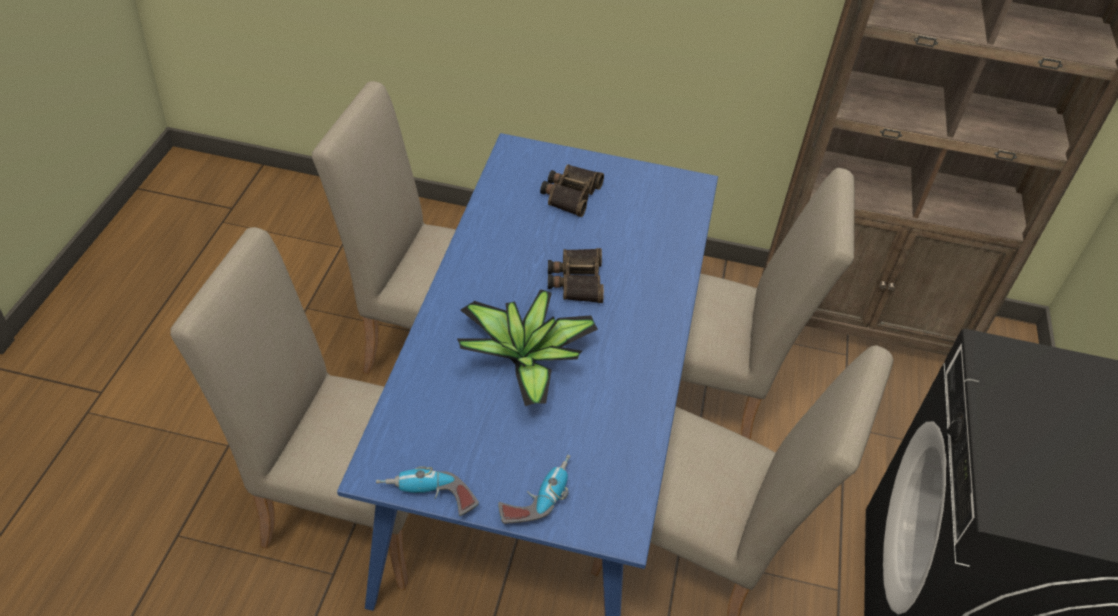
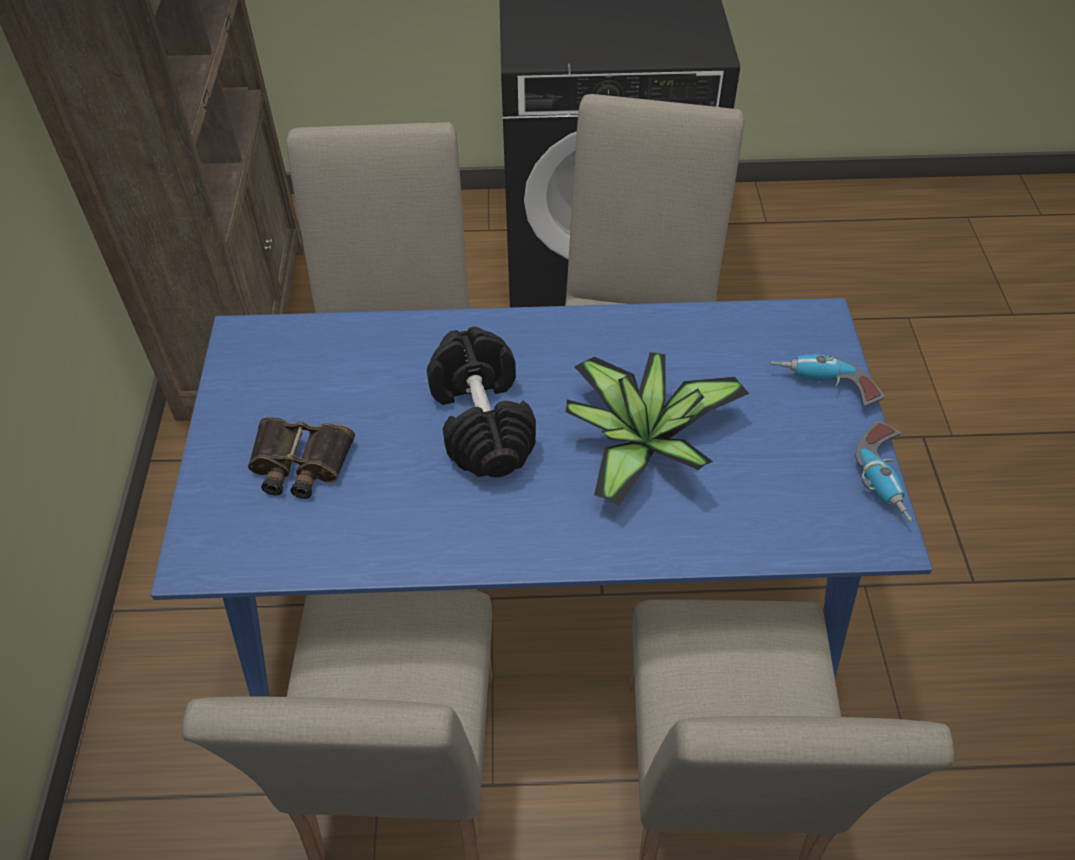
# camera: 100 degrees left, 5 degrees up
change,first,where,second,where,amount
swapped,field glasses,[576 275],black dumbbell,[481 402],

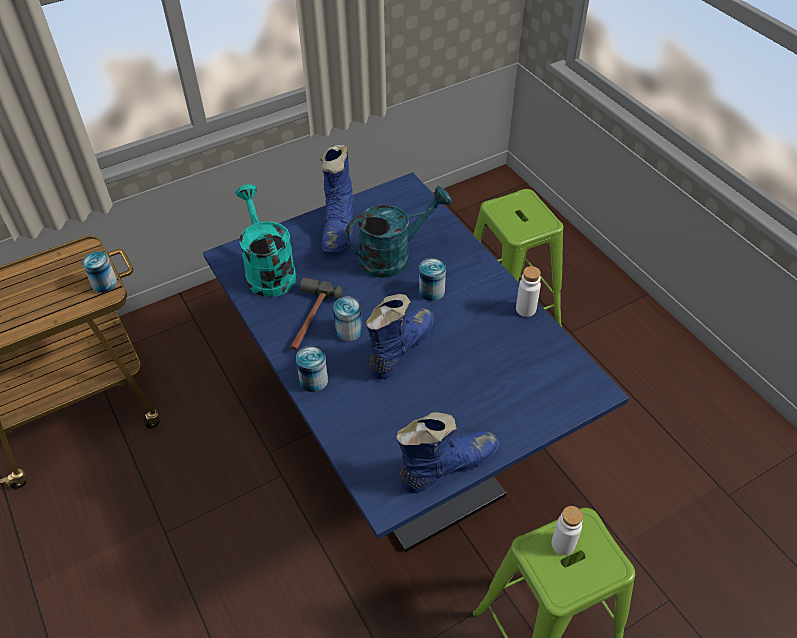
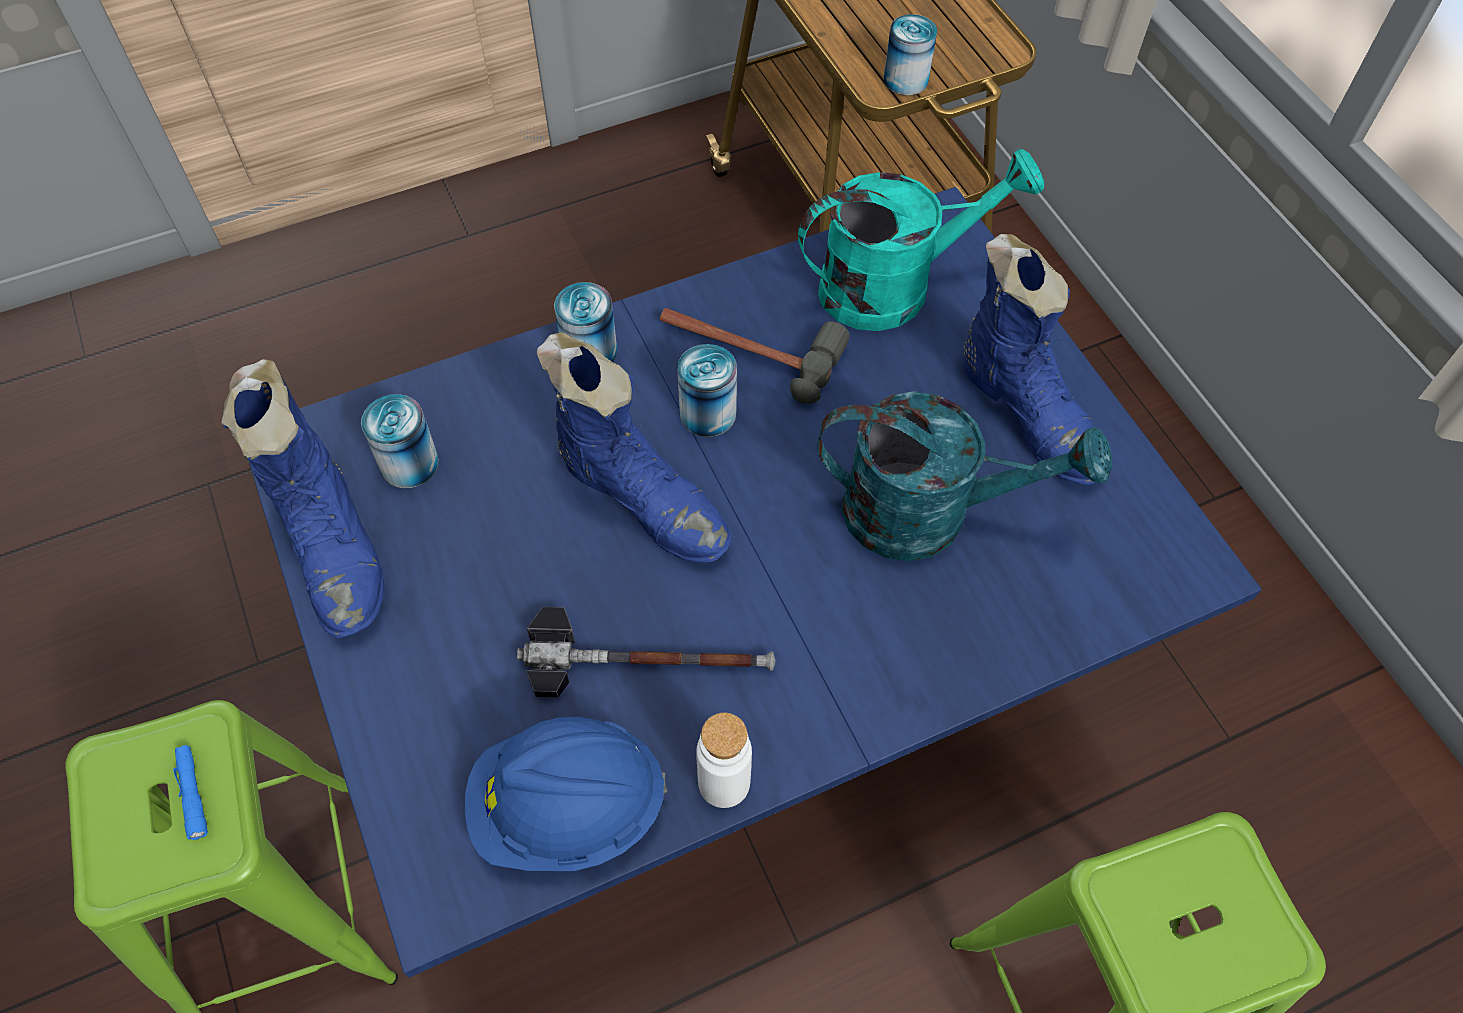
# camera: 95 degrees right, 10 degrees up
change,first,where,second,where,amount
rotated,blue-coloured boot,[338 198],,[1029 359],135 degrees counterclockwise
rotated,turquoise sprinkling can,[398 232],,[964 476],60 degrees counterclockwise
shifted,metal can,[432 279],,[400 441],
swapped,white-coloured beverage bottle,[567 530],blue-coloured flashlight,[190 792],
new,,,blue-coloured work helmet,[566 794],
new,,,hammer,[646 652],

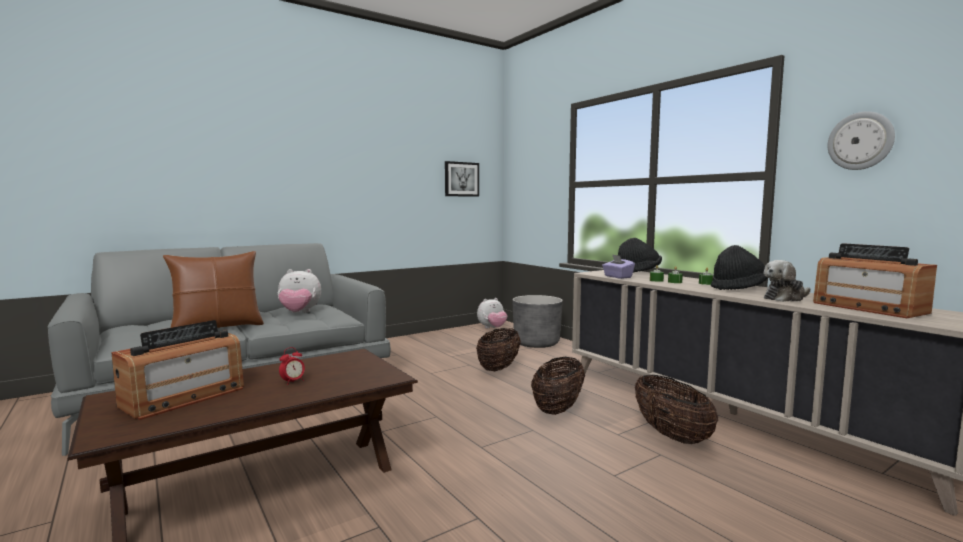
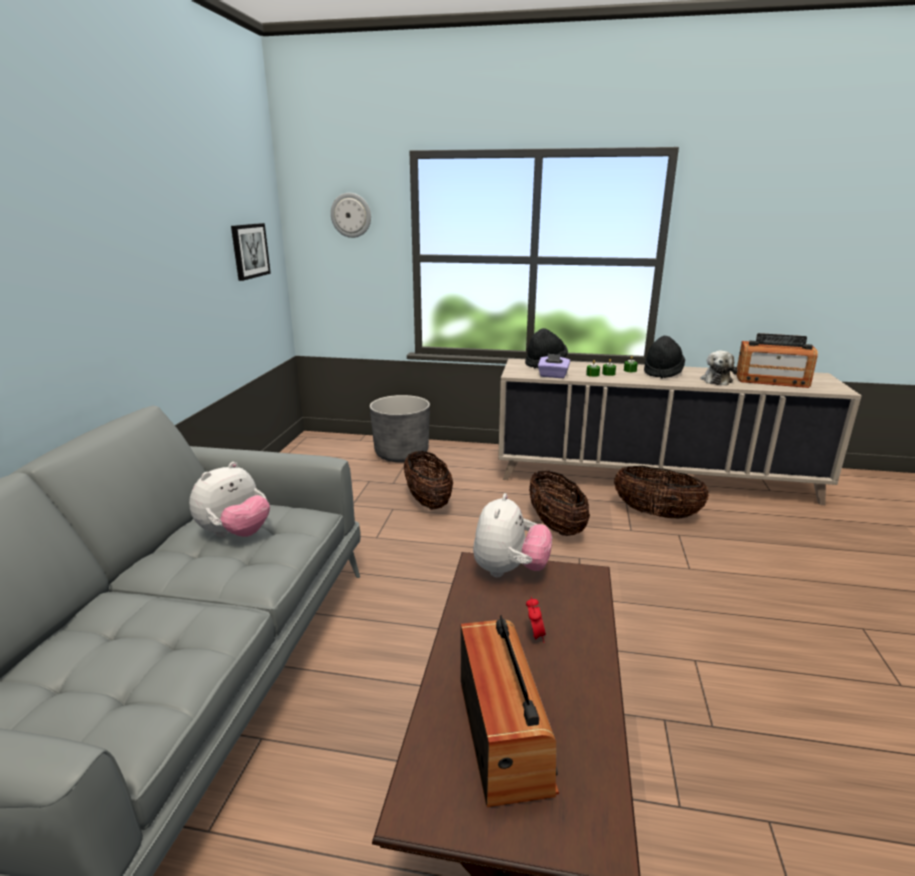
# camera: 45 degrees left, 15 degrees up
change,first,where,second,where,amount
gone,brown cushion,[213 289],,,
shifted,cuddly toy,[492 313],,[512 535],
shifted,wall clock,[861 140],,[351 215],

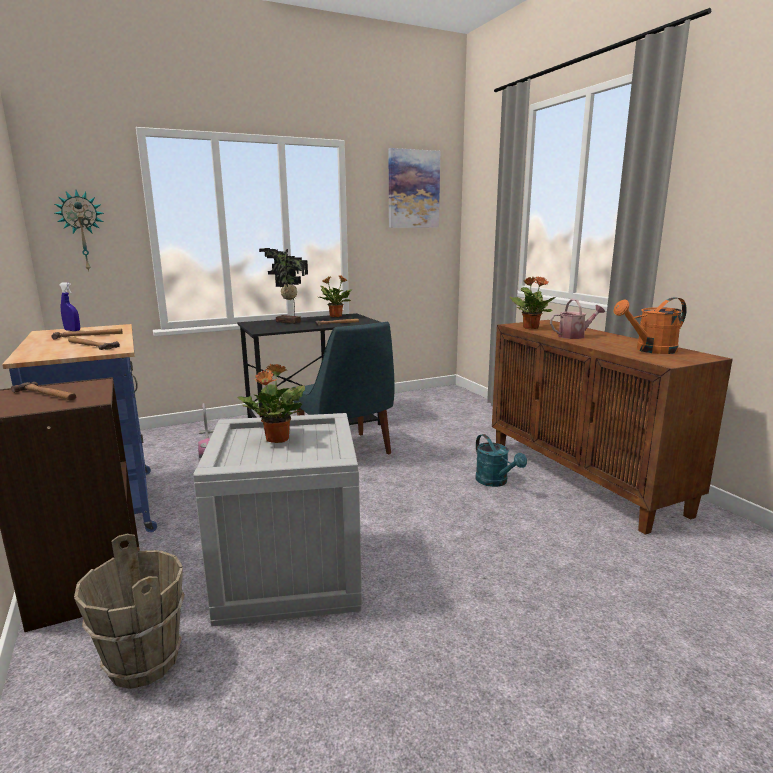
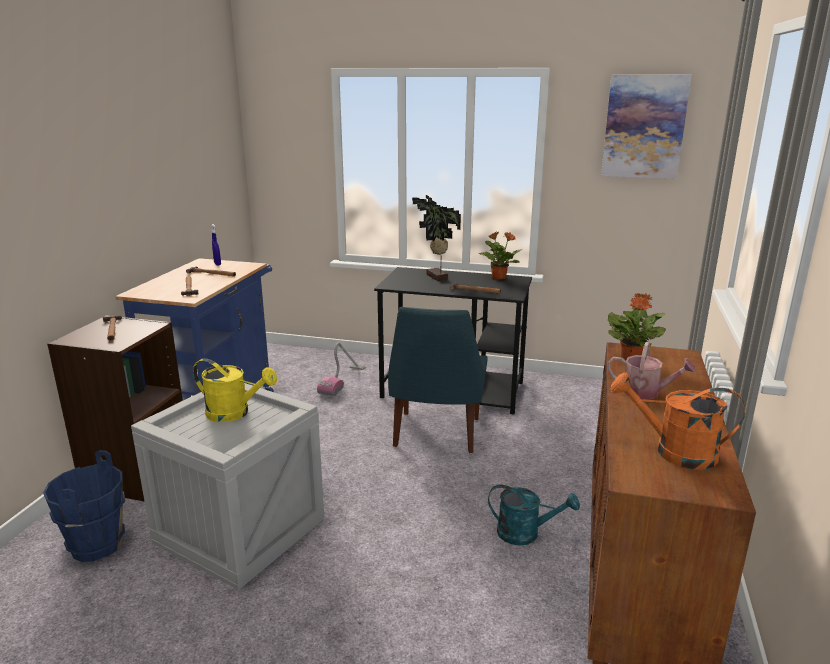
# camera: 40 degrees right, 5 degrees up
change,first,where,second,where,amount
gone,wall clock,[79 231],,,
repainted,brown bucket,[129 611],blue-coloured bucket,[84 506],
swapped,potted plant,[271 403],yellow sprinkling can,[235 390],
rotated,turquoise sprinkling can,[501 460],,[534 515],90 degrees counterclockwise

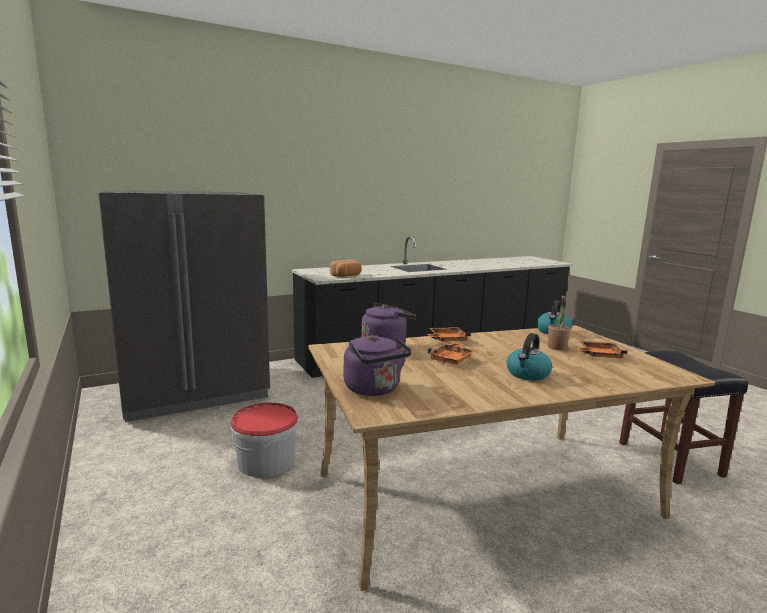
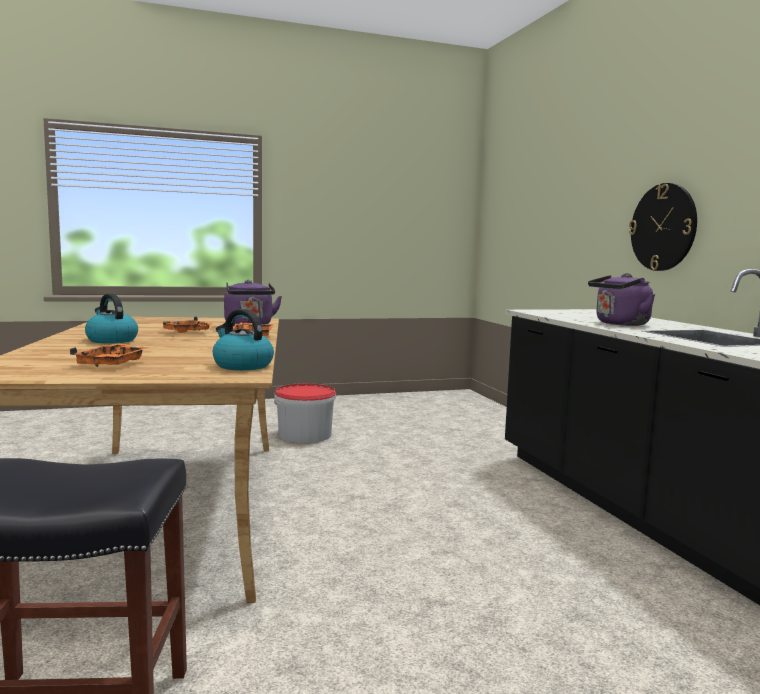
# camera: 100 degrees right, 5 degrees down
change,first,where,second,where,amount
gone,grey refrigerator,[184 306],,,
gone,bread,[346 268],,,
shifted,purple tea kettle,[378 365],,[621 299],
gone,potted plant,[559 323],,,
new,,,wall clock,[663 227],

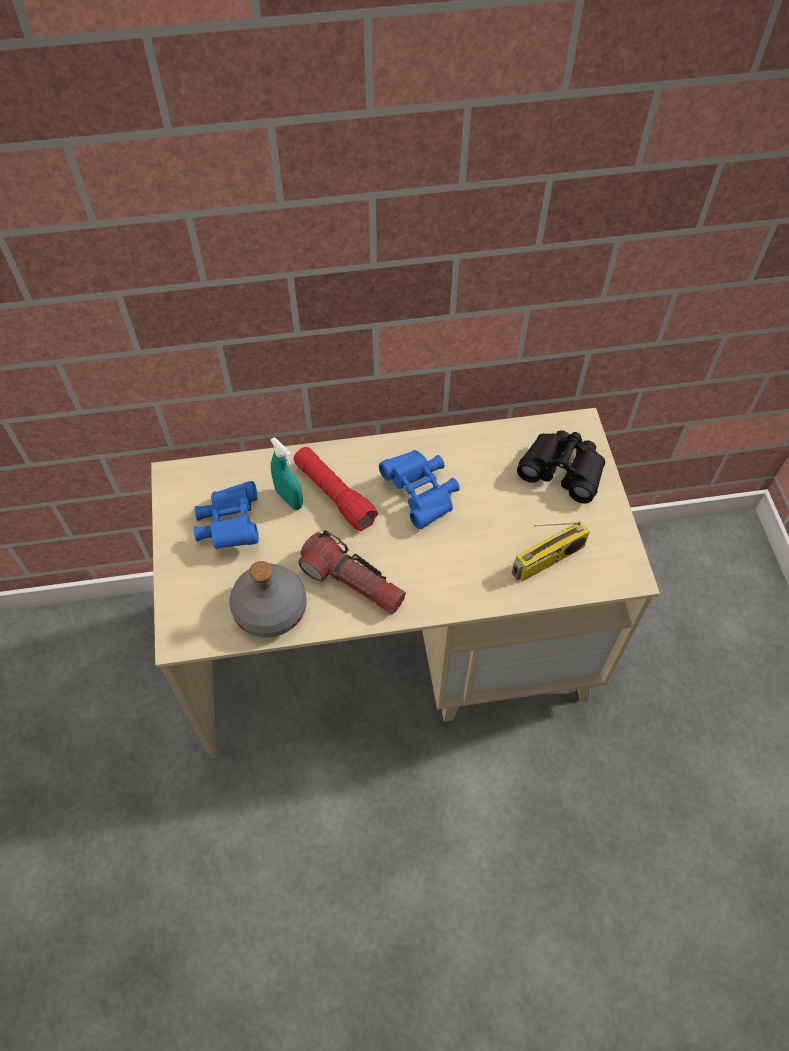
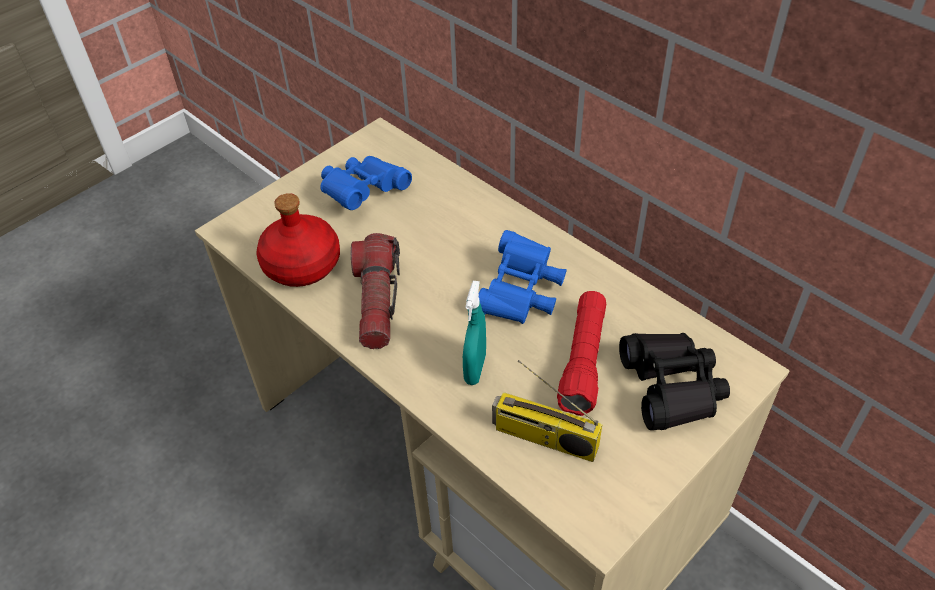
# camera: 55 degrees right, 10 degrees down
change,first,where,second,where,amount
repainted,grey beverage bottle,[267 599],red-coloured beverage bottle,[298 240],
shifted,turquoise hand sprayer,[286 473],,[474 333],
shifted,red-coloured flashlight,[336 489],,[581 353],

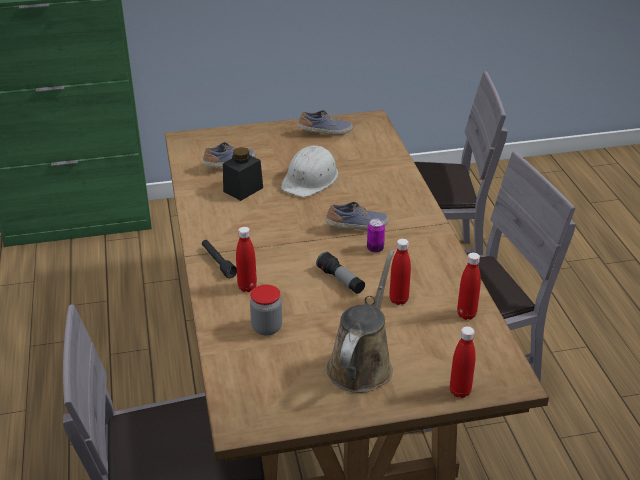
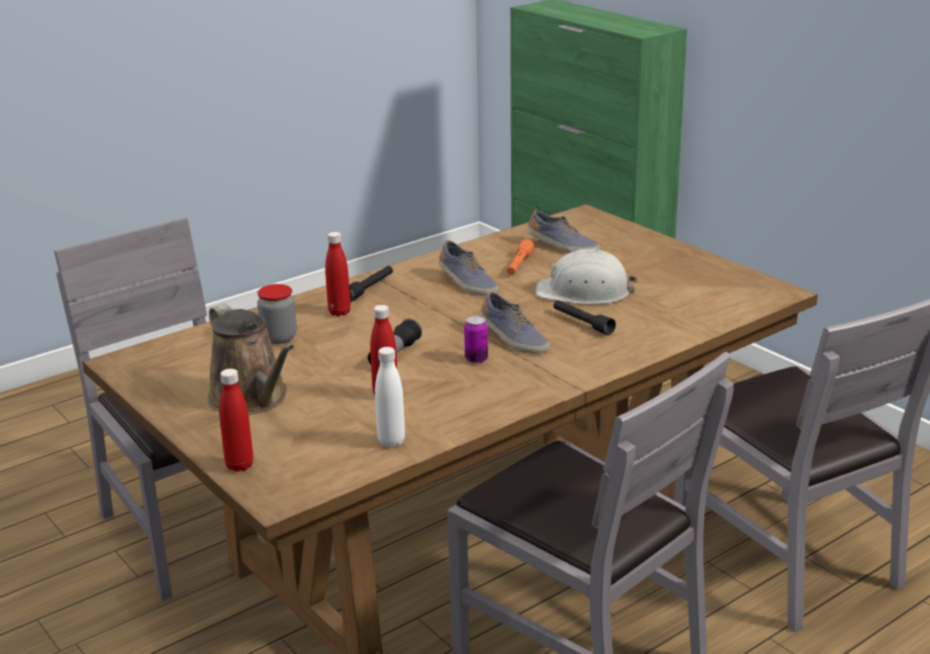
# camera: 65 degrees right, 10 degrees down
change,first,where,second,where,amount
swapped,black preserve jar,[243 174],orangey flashlight,[520 257],
shifted,item of footwear,[325 122],,[468 268],
rotated,brown sprinkling can,[360 321],,[251 359],60 degrees clockwise
repainted,red-coloured beverage bottle,[469 286],white-coloured beverage bottle,[390 397],
new,,,black flashlight,[585 317],

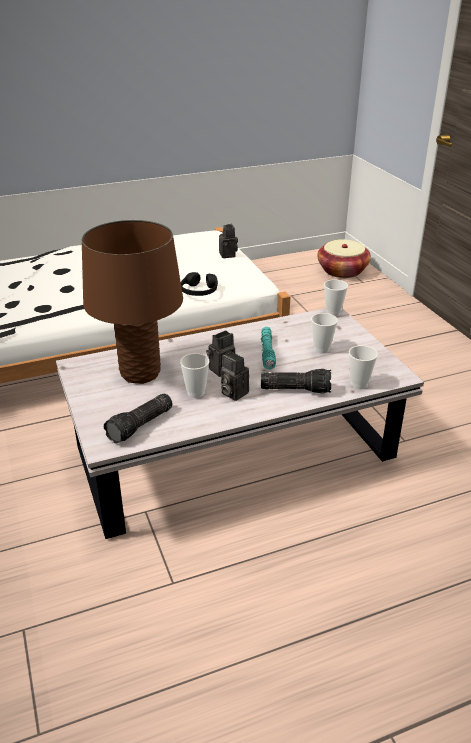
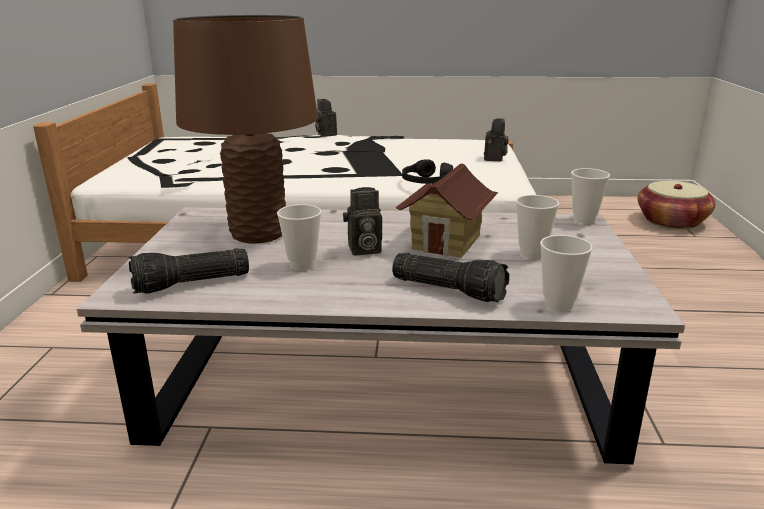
# camera: 25 degrees right, 10 degrees down
change,first,where,second,where,amount
shifted,still camera,[235 376],,[326 118],
swapped,turquoise flashlight,[268 348],model house,[446 211],

